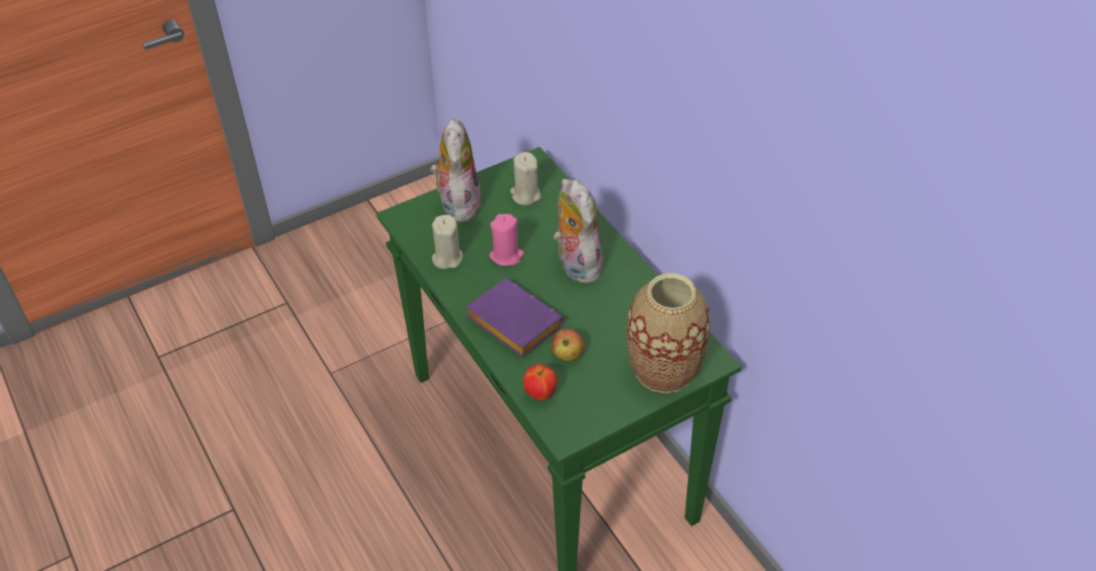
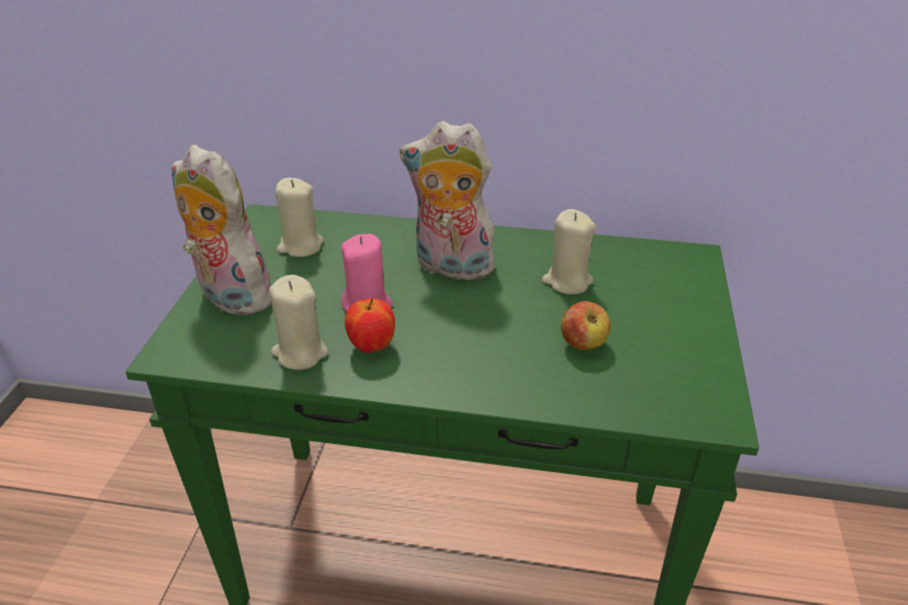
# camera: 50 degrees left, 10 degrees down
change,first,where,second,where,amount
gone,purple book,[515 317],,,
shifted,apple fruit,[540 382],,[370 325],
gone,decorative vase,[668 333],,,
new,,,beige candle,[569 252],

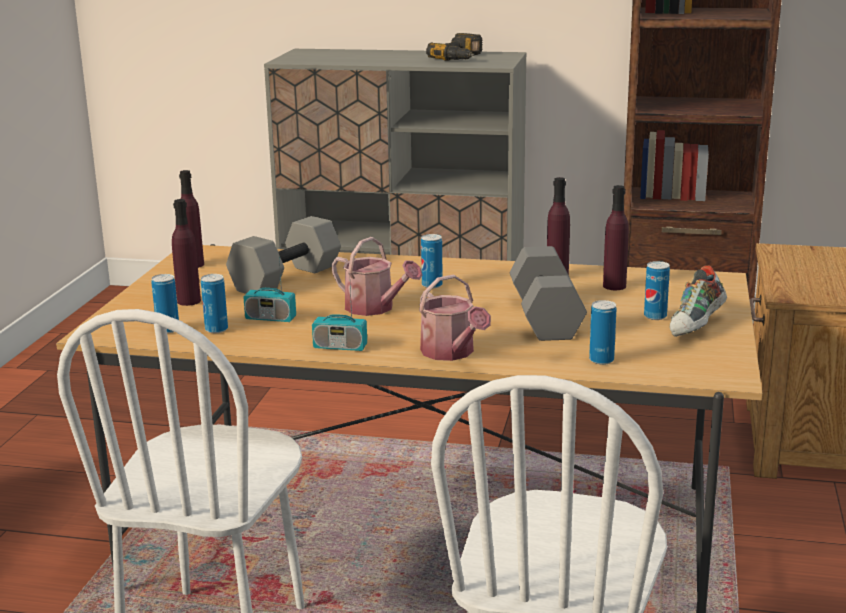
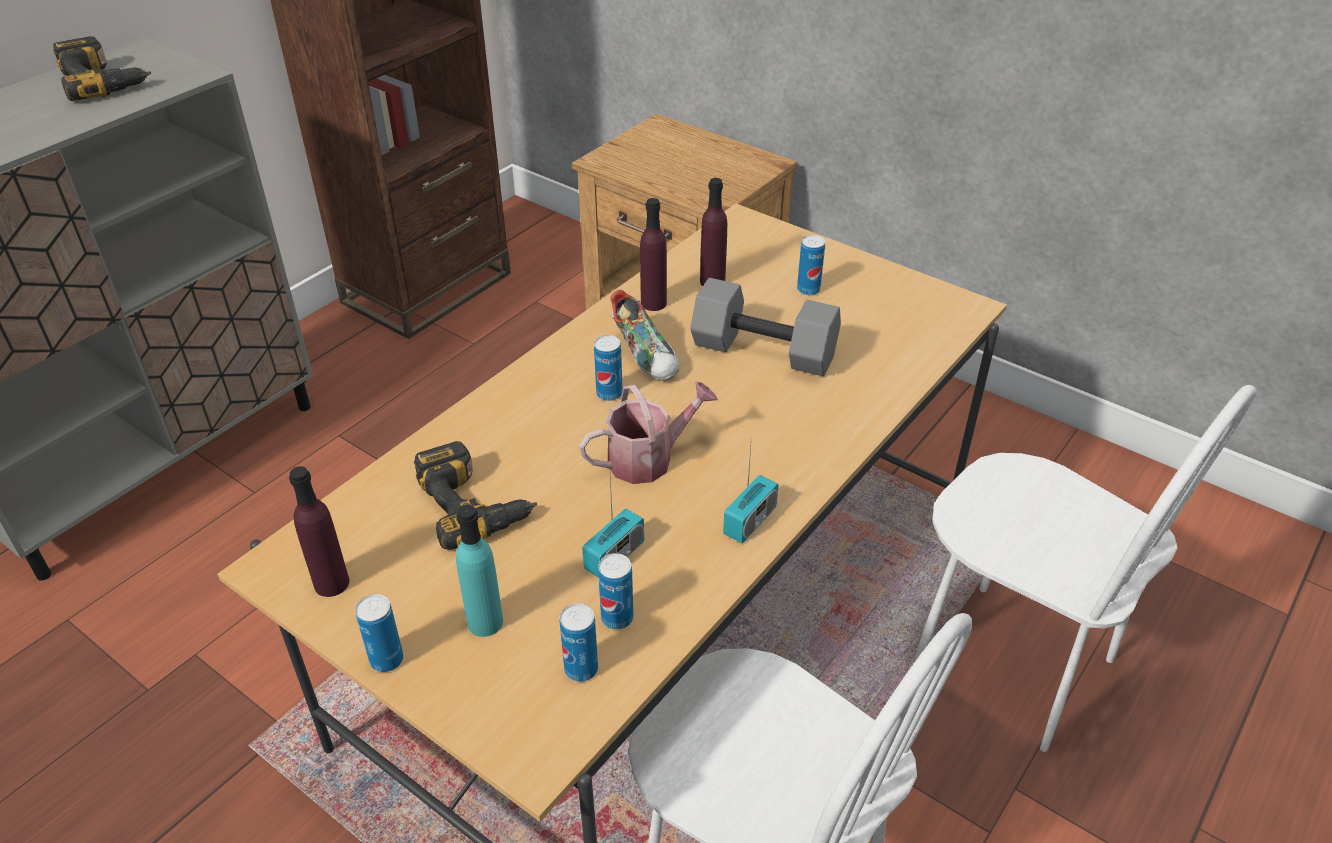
# camera: 65 degrees left, 20 degrees up
change,first,where,second,where,amount
repainted,purple beverage bottle,[186 252],turquoise beverage bottle,[479 571],
swapped,grey dumbbell,[283 255],drill,[475 495],
gone,sprinkling can,[455 318],,,
shifted,metal can,[603 332],,[379 633],
shifted,item of footwear,[698 301],,[644 335],

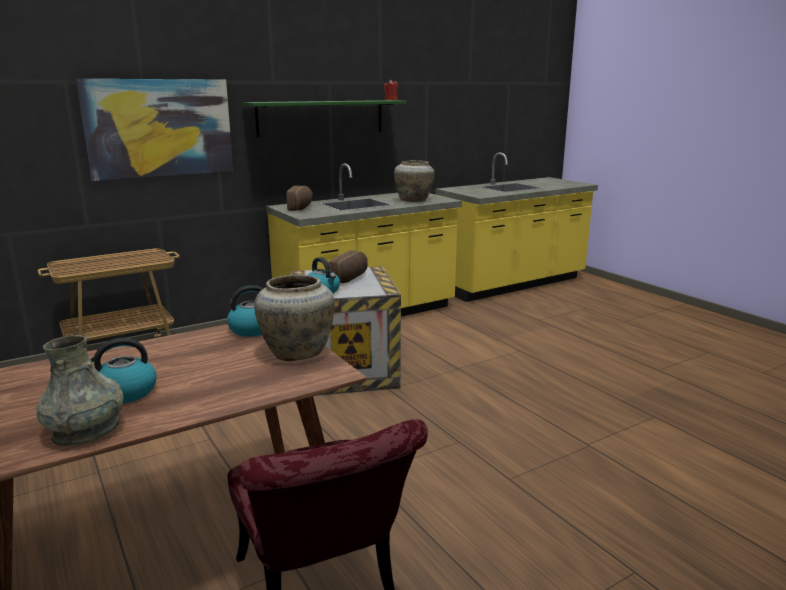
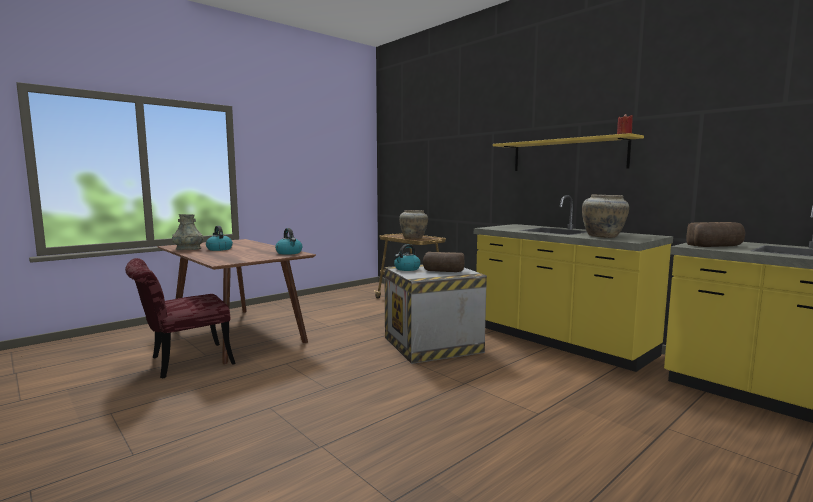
# camera: 80 degrees right, 10 degrees down
change,first,where,second,where,amount
gone,picture,[154 130],,,
repainted,green-coloured wall shelf,[324 118],yellow wall shelf,[568 152],
shifted,beige decorative vase,[294 317],,[413 224],
shifted,bread,[300 198],,[715 234],

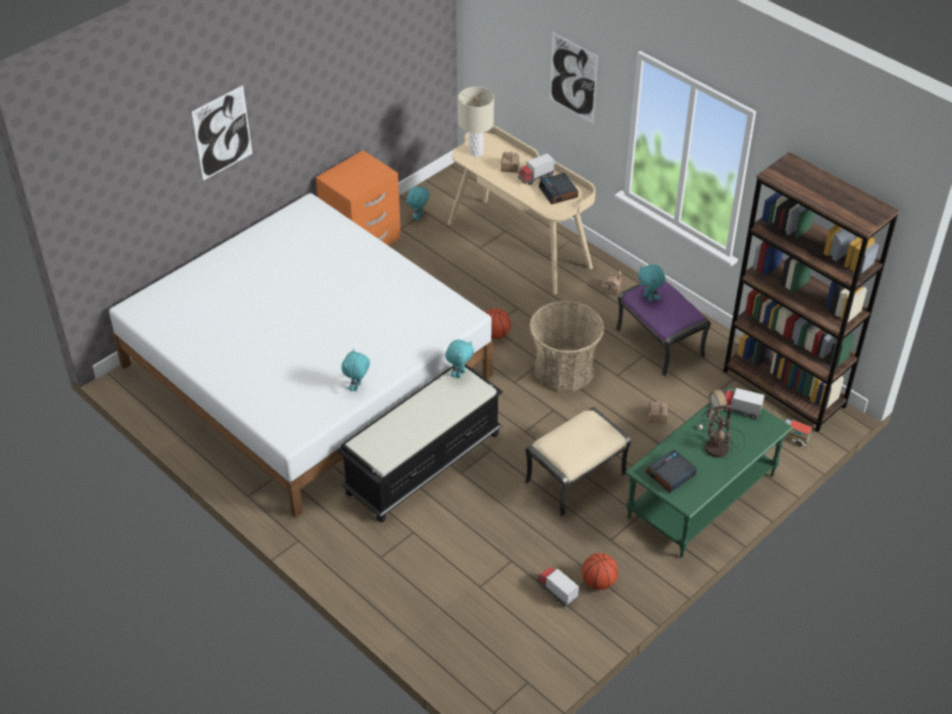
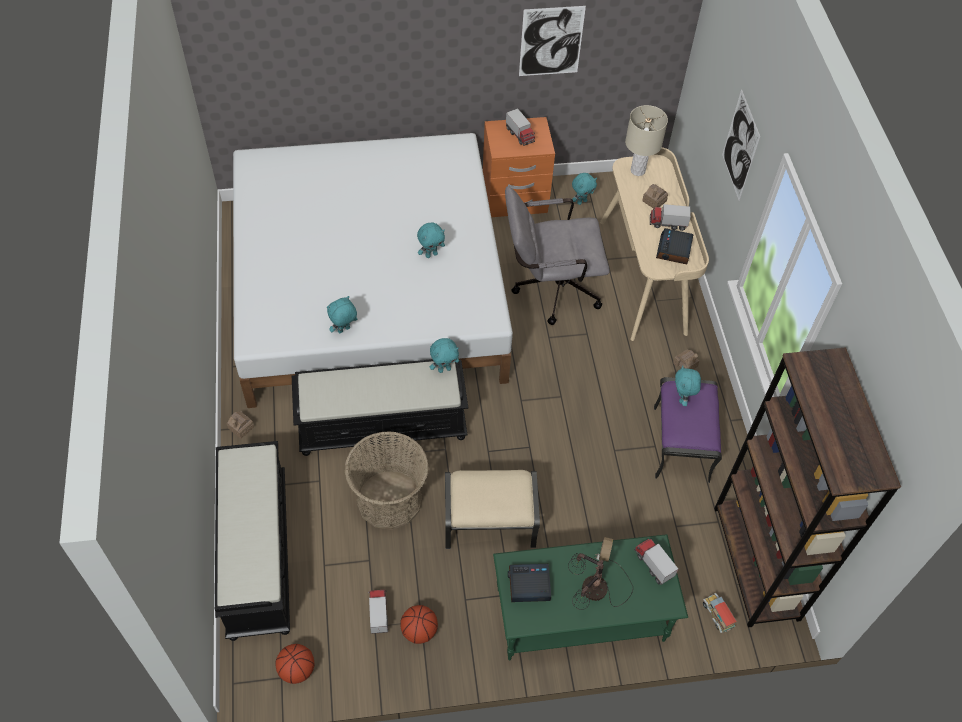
# camera: 35 degrees right, 10 degrees up
change,first,where,second,where,amount
shifted,picture,[222 133],,[552 41],
shifted,ball for basketball,[498 323],,[295 664],
shifted,basket,[566 346],,[386 480],
shifted,model house,[658 412],,[240 425],
new,,,black long seat,[252 541],
new,,,turquoise cuddly toy,[431 240],
new,,,grey computer chair,[557 255],
new,,,toy truck,[520 127],

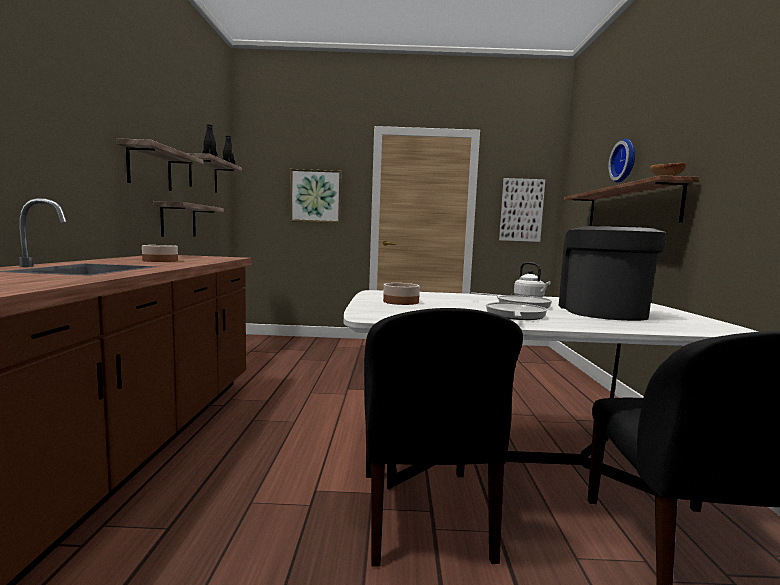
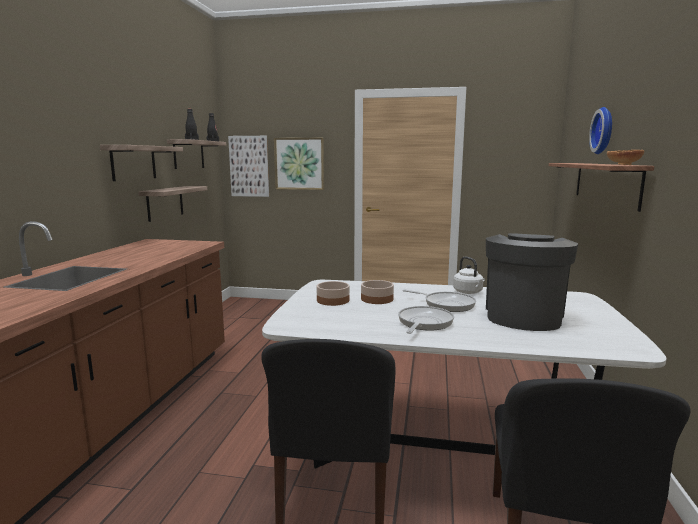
# camera: 10 degrees right, 5 degrees up
change,first,where,second,where,amount
shifted,deep dish,[160 253],,[377 292],
shifted,picture,[522 210],,[248 166],

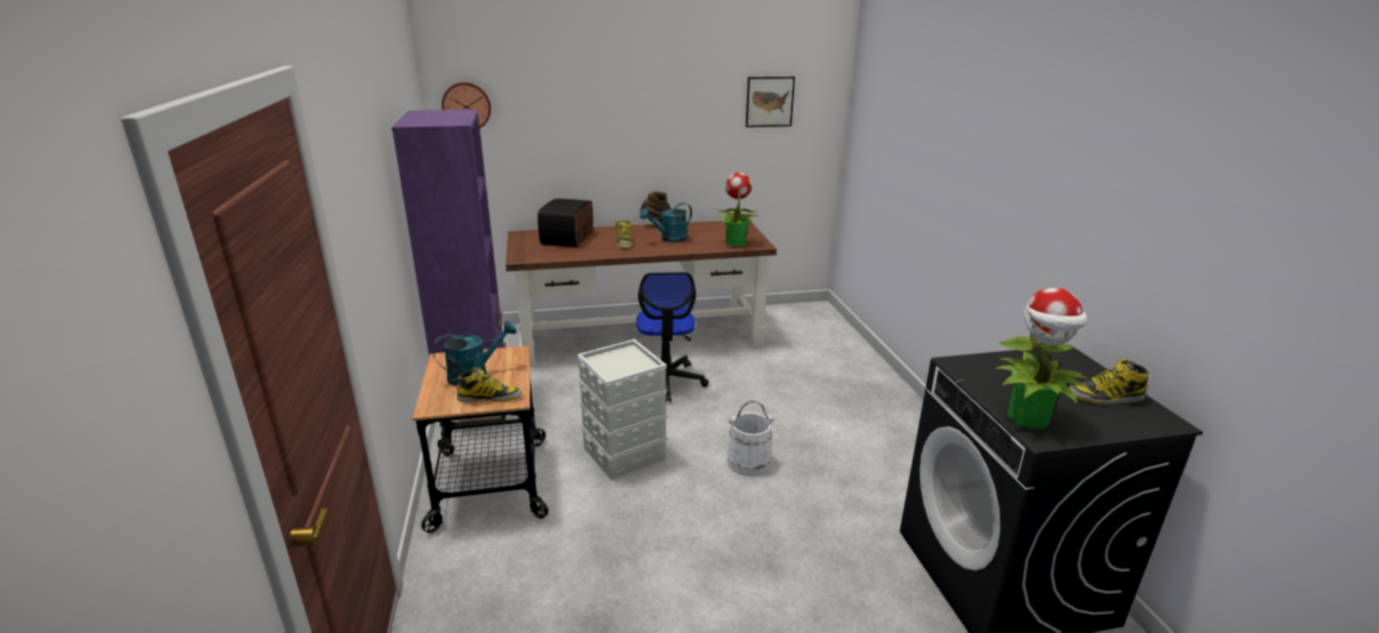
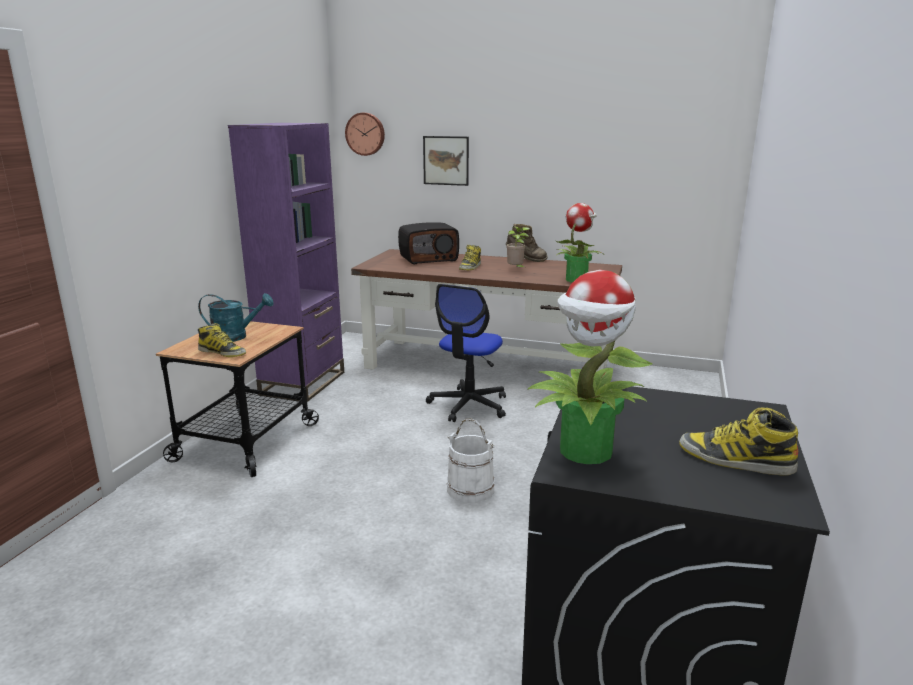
# camera: 30 degrees right, 5 degrees down
change,first,where,second,where,amount
rotated,radio,[565 222],,[428 243],150 degrees counterclockwise
gone,grey storage bin,[622 409],,,
swapped,turquoise sprinkling can,[666 223],potted plant,[518 247],
shifted,picture,[770 102],,[446 161],

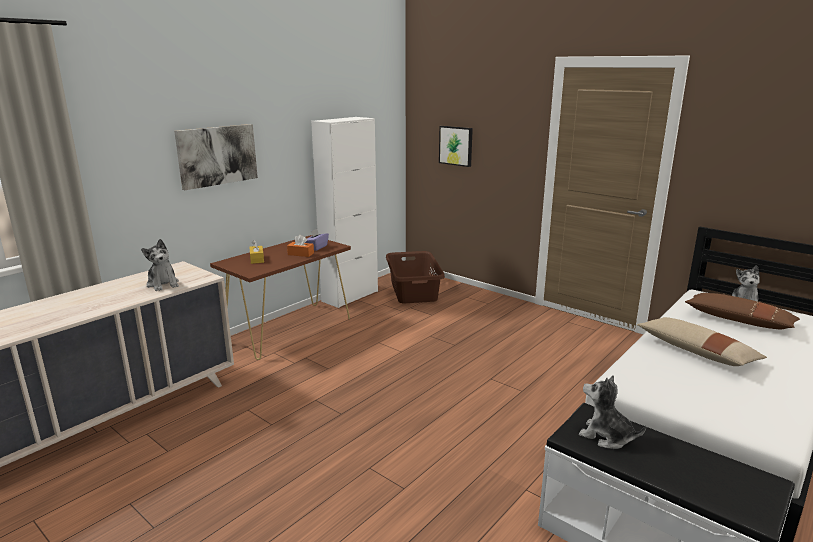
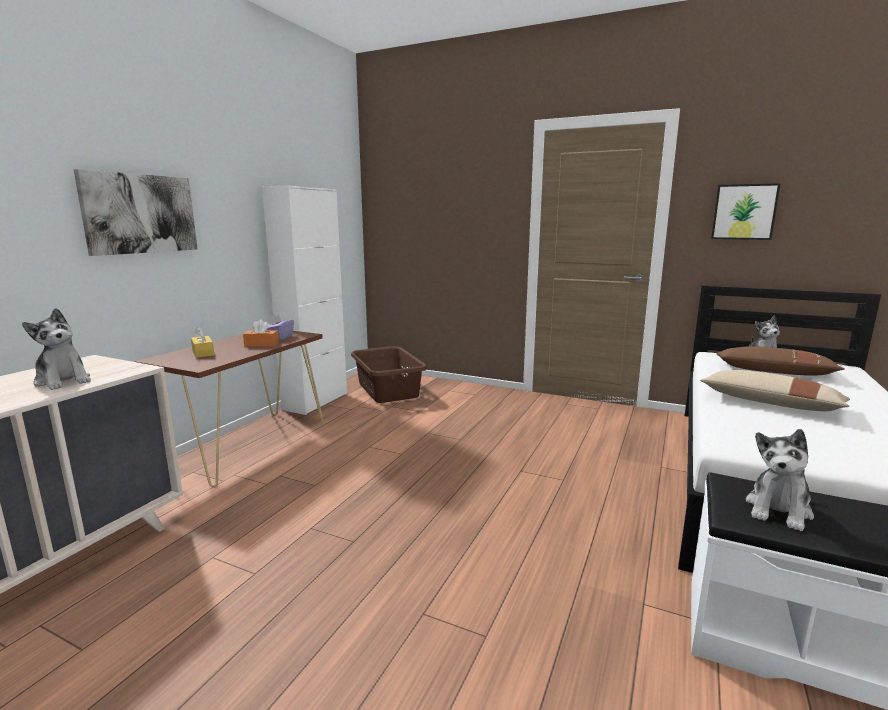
# camera: 15 degrees left, 5 degrees down
change,first,where,second,where,amount
shifted,picture,[456 146],,[746 211],
rotated,cuddly toy,[612 412],,[780 480],75 degrees counterclockwise

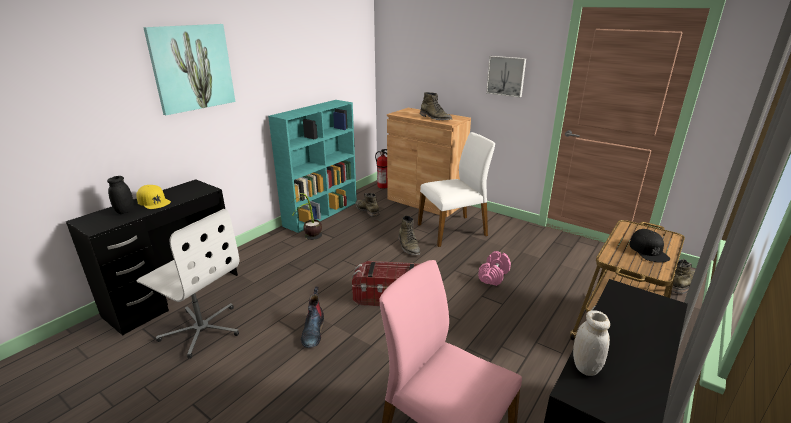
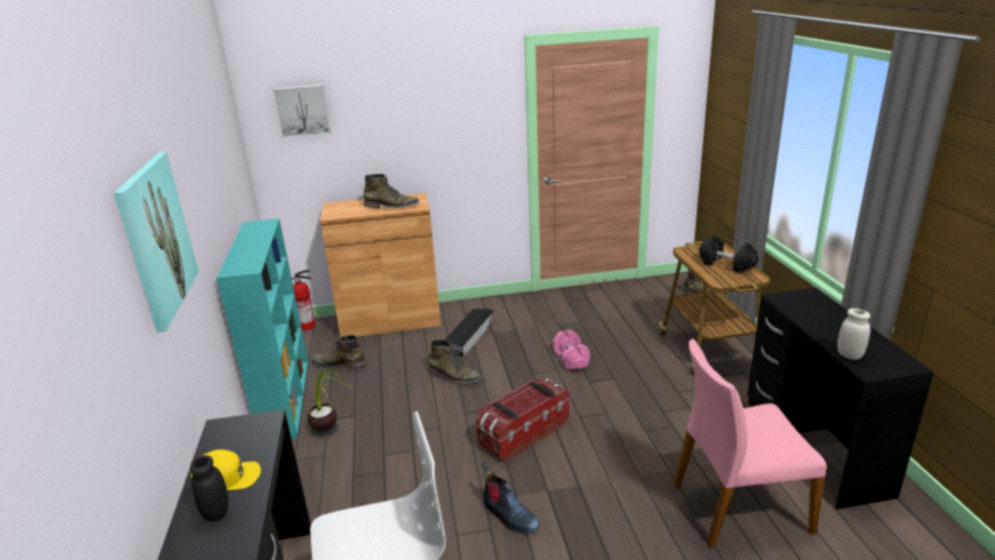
# camera: 45 degrees left, 0 degrees up
change,first,where,second,where,amount
swapped,white-coloured plain chair,[456 189],black storage bin,[469 333],
shifted,picture,[506 77],,[302 111],
swapped,black peaked cap,[649 246],black dumbbell,[728 254],

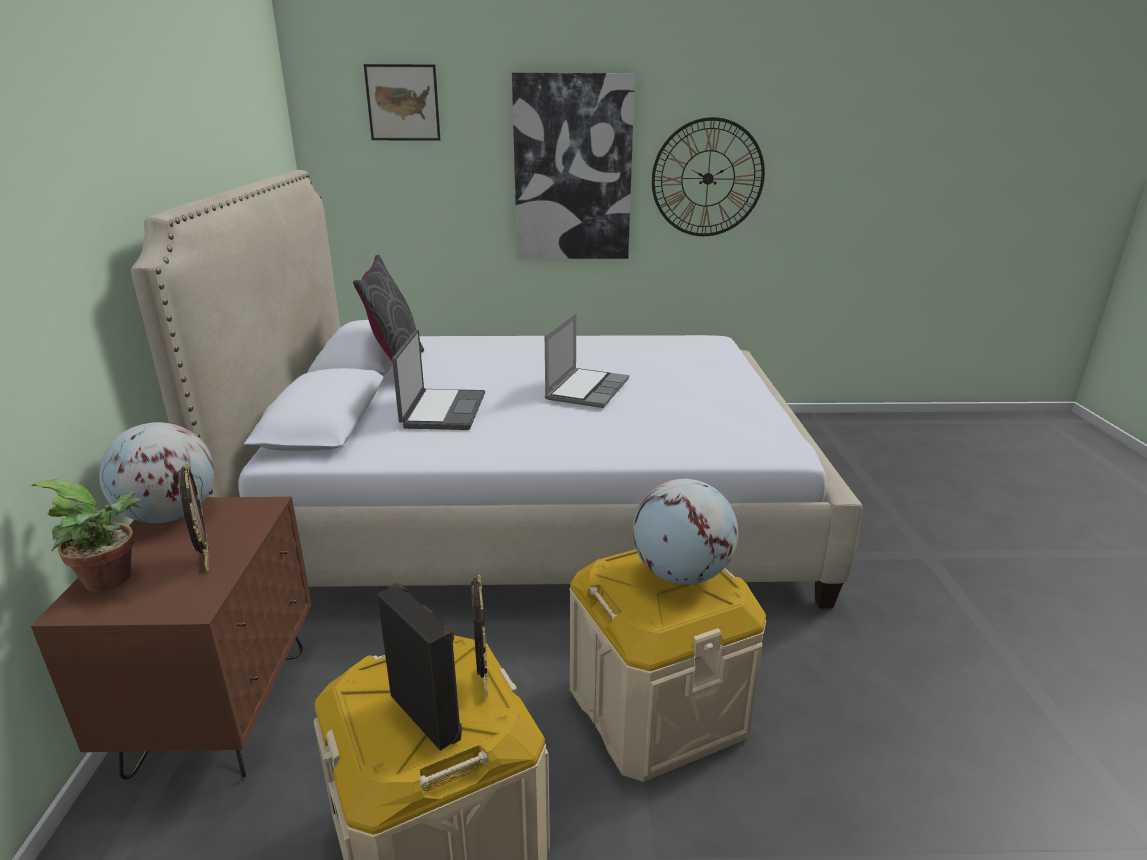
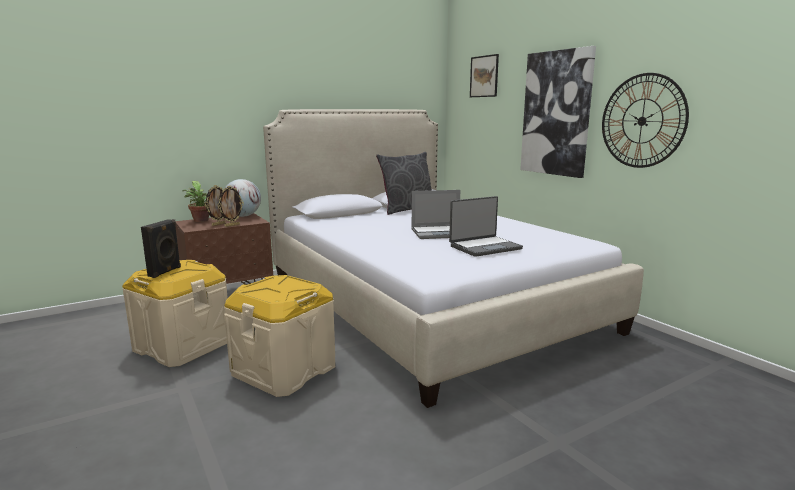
# camera: 60 degrees right, 10 degrees down
change,first,where,second,where,amount
shifted,portable computer,[438 380],,[486 226],
shifted,picture frame,[479 635],,[231 206],
gone,desk globe,[685 532],,,

